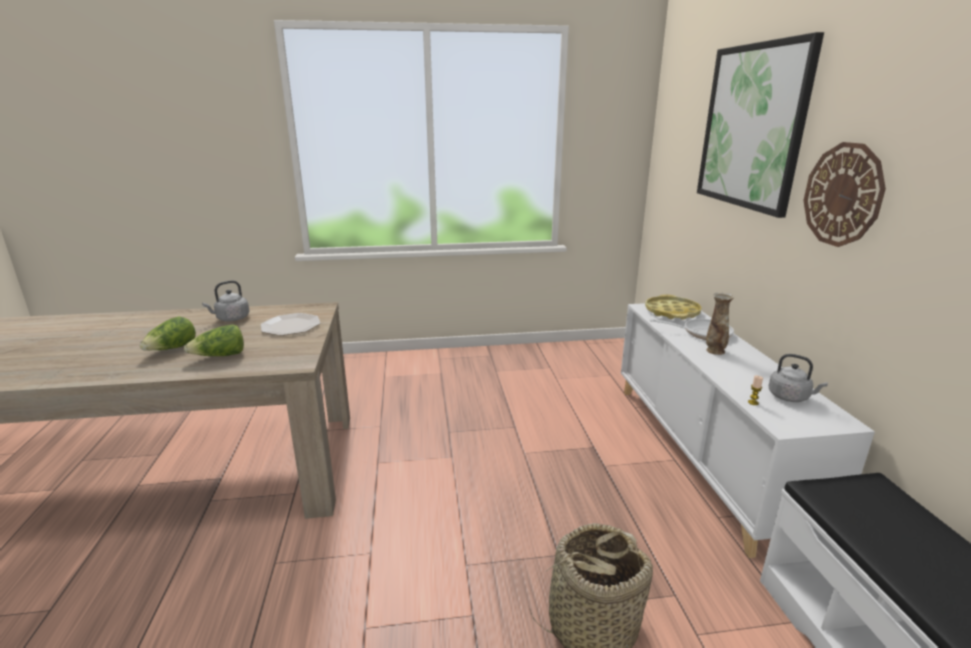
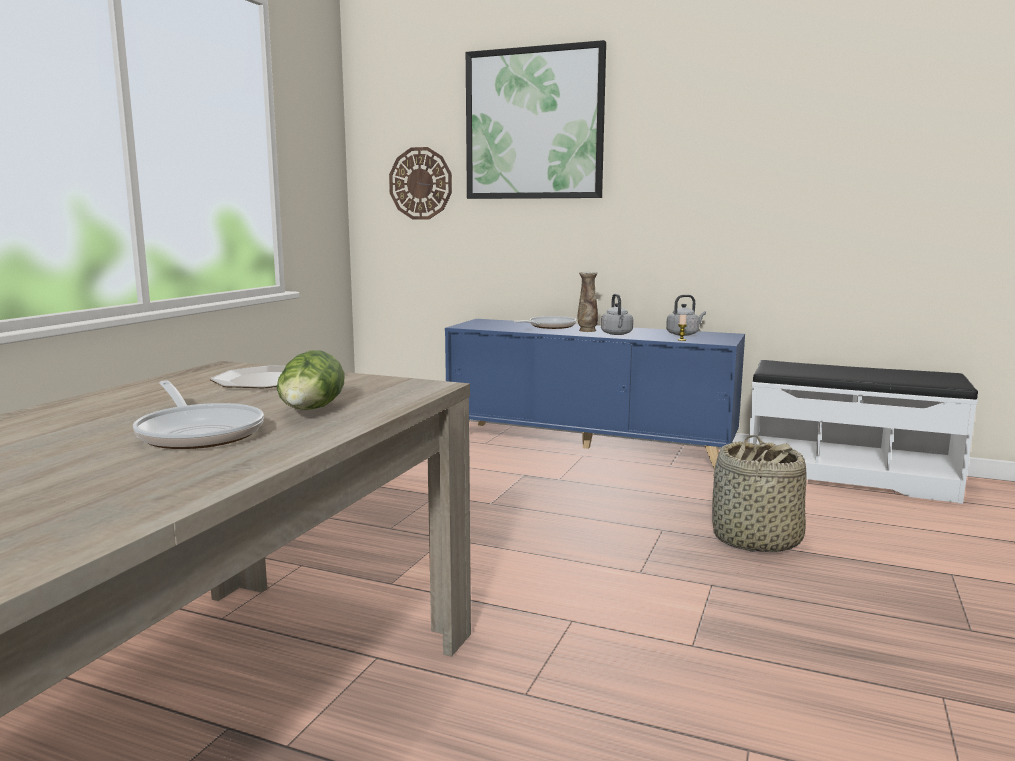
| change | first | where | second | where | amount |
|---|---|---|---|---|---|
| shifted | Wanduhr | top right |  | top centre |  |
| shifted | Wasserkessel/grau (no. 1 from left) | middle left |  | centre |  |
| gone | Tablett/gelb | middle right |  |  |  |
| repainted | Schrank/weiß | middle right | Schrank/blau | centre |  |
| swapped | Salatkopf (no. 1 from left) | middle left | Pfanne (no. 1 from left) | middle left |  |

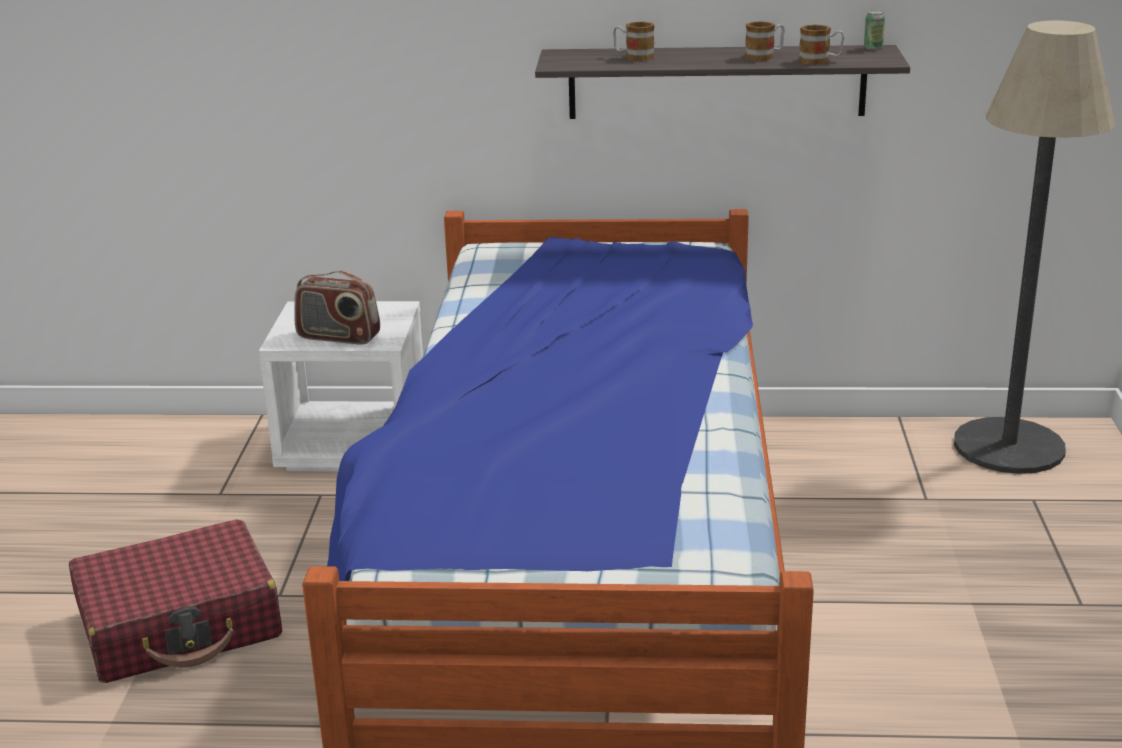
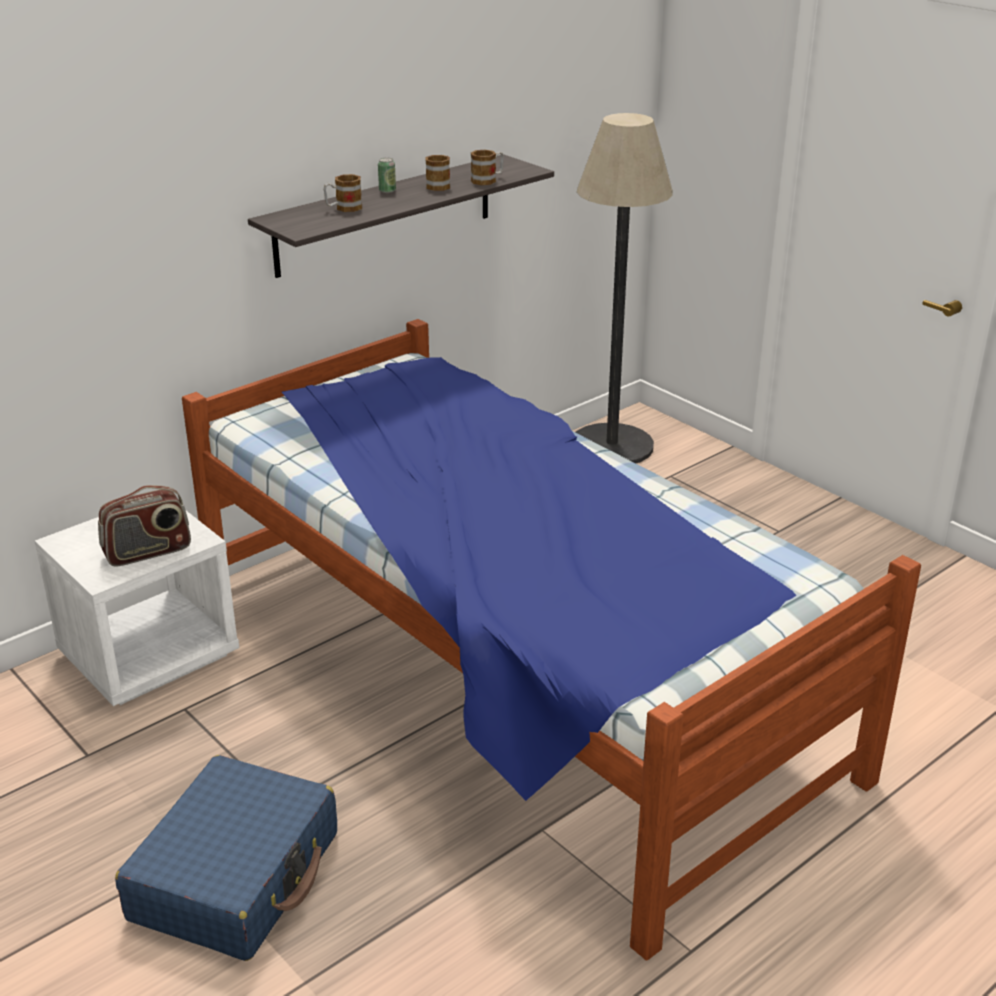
| change | first | where | second | where | amount |
|---|---|---|---|---|---|
| shifted | Dose | top right |  | top centre |  |
| repainted | Koffer/rot | bottom left | Koffer/blau | bottom left |  |

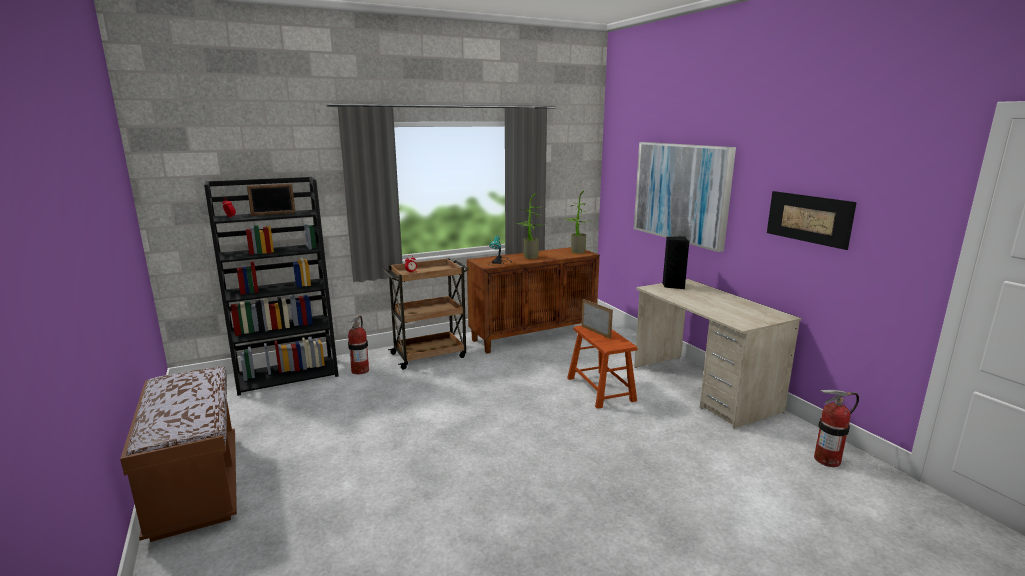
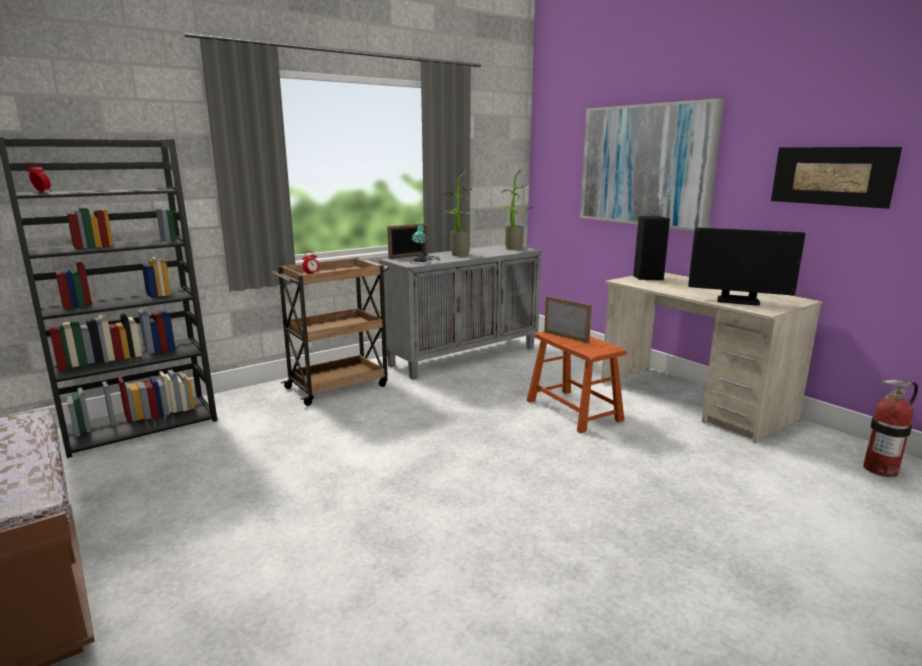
| change | first | where | second | where | amount |
|---|---|---|---|---|---|
| shifted | Bilderrahmen (no. 1 from left) | middle left |  | centre |  |
| repainted | Schrank/braun | centre | Schrank/grau | centre |  |
| gone | Feuerlöscher (no. 1 from left) | centre |  |  |  |
| new |  |  | Monitor | middle right |  |

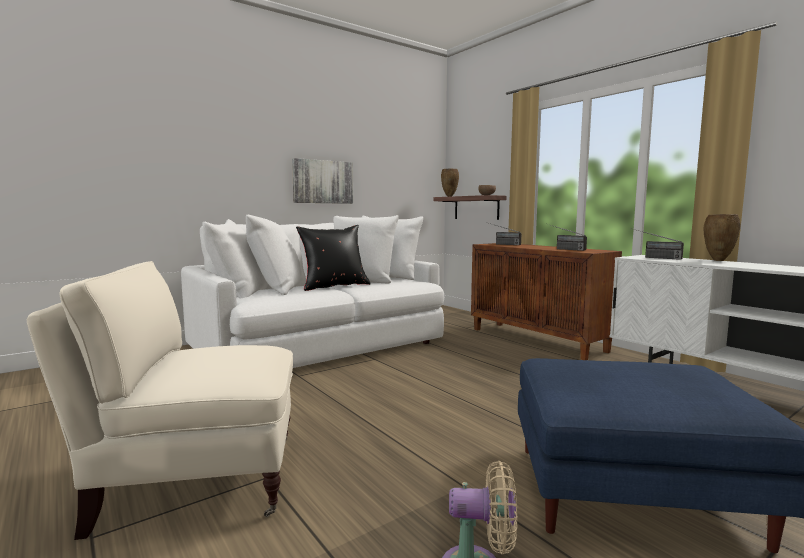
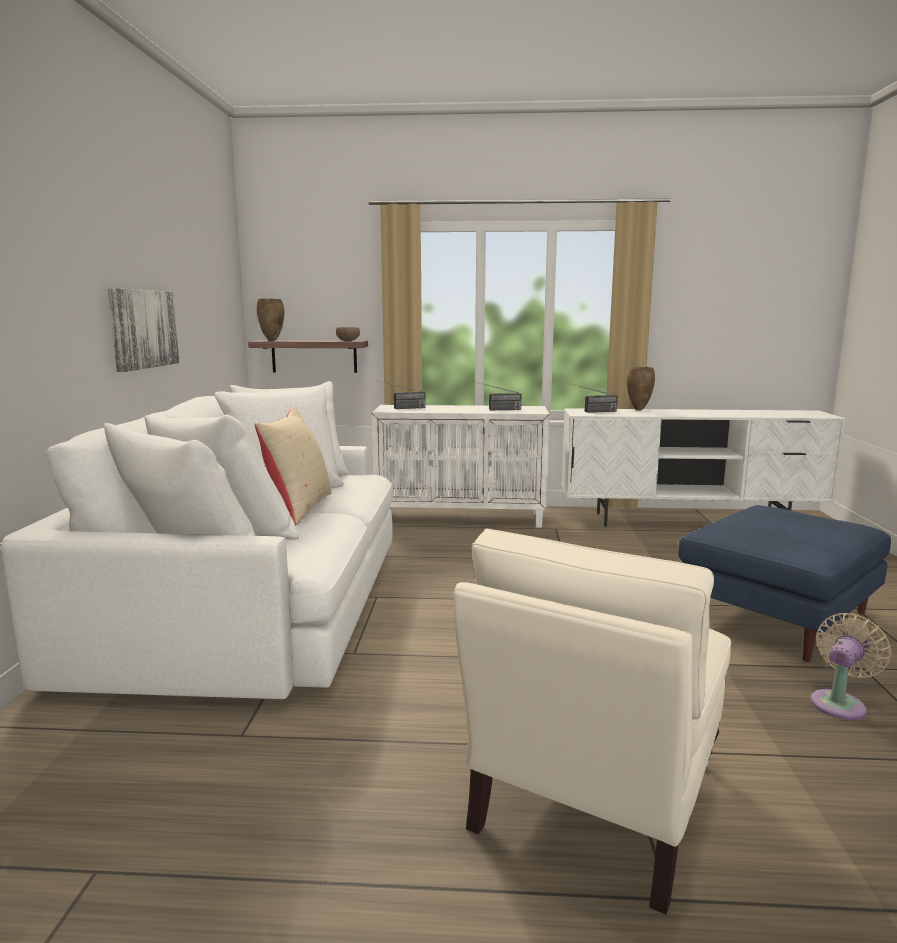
| change | first | where | second | where | amount |
|---|---|---|---|---|---|
| repainted | Kissen/schwarz | centre | Kissen/beige | middle left |  |
| repainted | Schrank/braun | middle right | Schrank/weiß | centre |  |

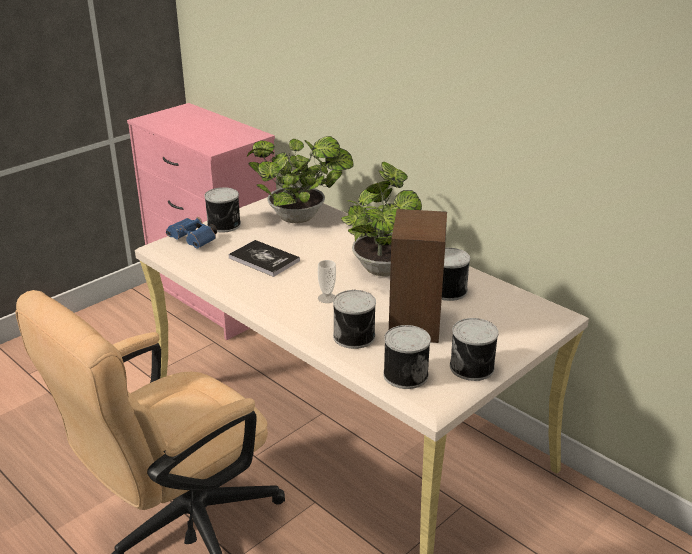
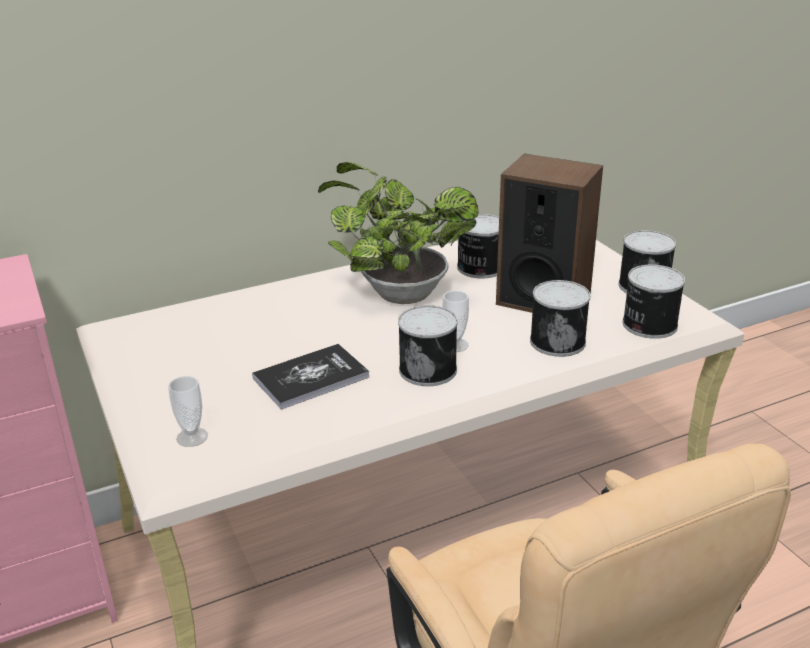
| change | first | where | second | where | amount |
|---|---|---|---|---|---|
| gone | Topfpflanze (no. 1 from left) | top centre |  |  |  |
| shifted | Dose (no. 1 from left) | middle left |  | centre |  |
| swapped | Fernglas/blau | middle left | Tasse (no. 1 from left) | middle left |  |

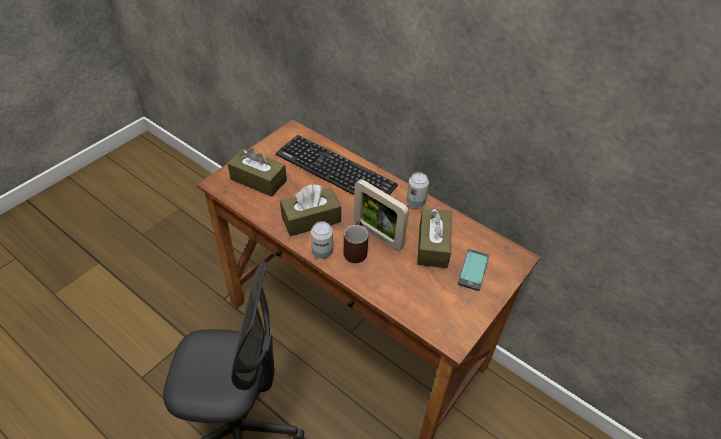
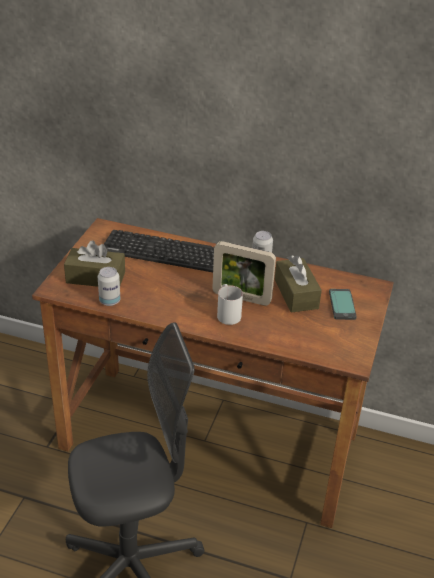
| change | first | where | second | where | amount |
|---|---|---|---|---|---|
| gone | Taschentuchbox/braun (no. 2 from left) | centre |  |  |  |
| shifted | Dose (no. 1 from left) | centre |  | middle left |  |
| repainted | Henkelbecher/braun | centre | Henkelbecher/weiß | centre |  |

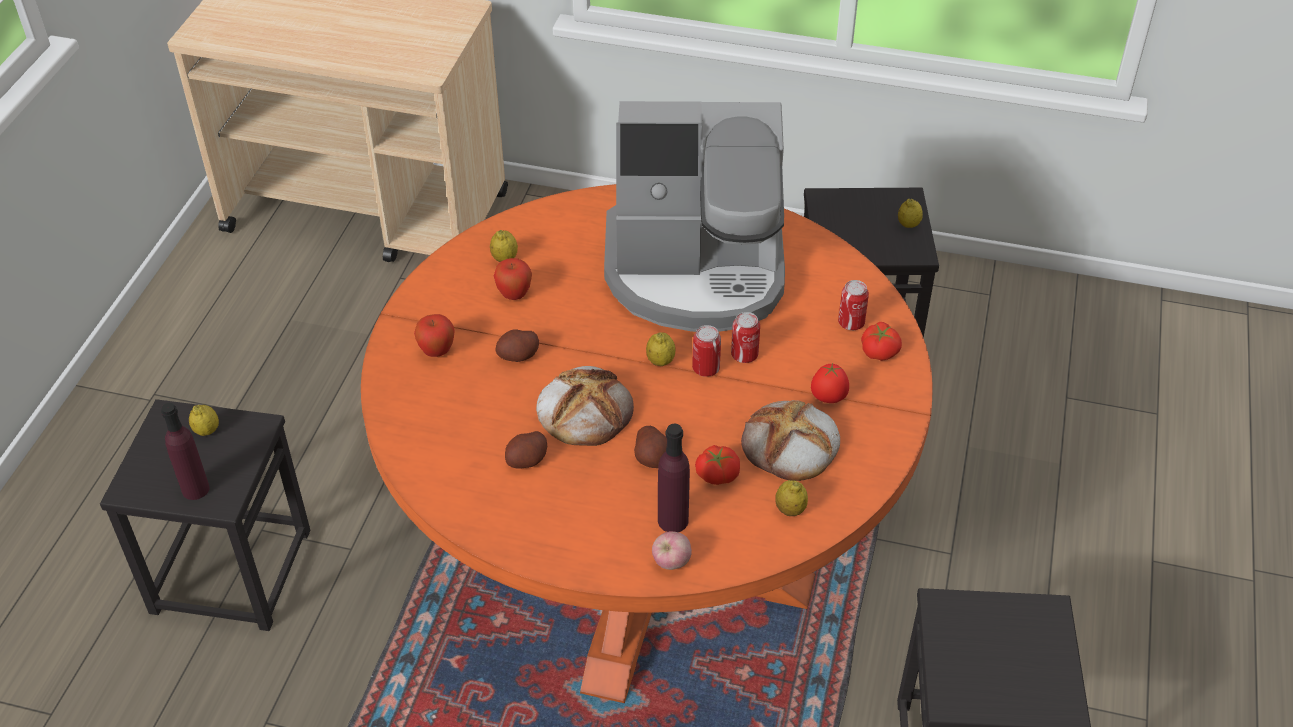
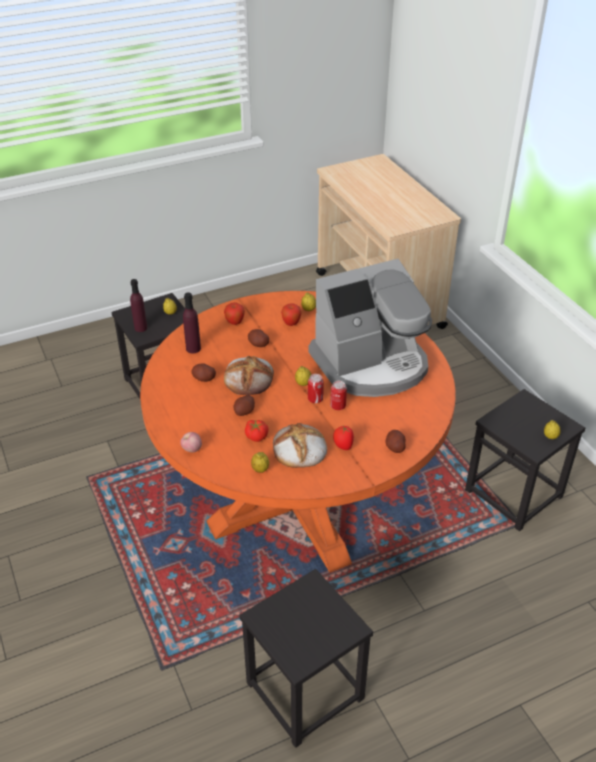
| change | first | where | second | where | amount |
|---|---|---|---|---|---|
| rotated | Kaffeemaschine | top centre |  | centre | 75 degrees counterclockwise |
| gone | Dose (no. 3 from left) | centre |  |  |  |
| swapped | Tomate (no. 3 from left) | middle right | Kartoffel (no. 4 from left) | centre |  |
| shifted | Flasche/lila (no. 2 from left) | centre |  | middle left |  |

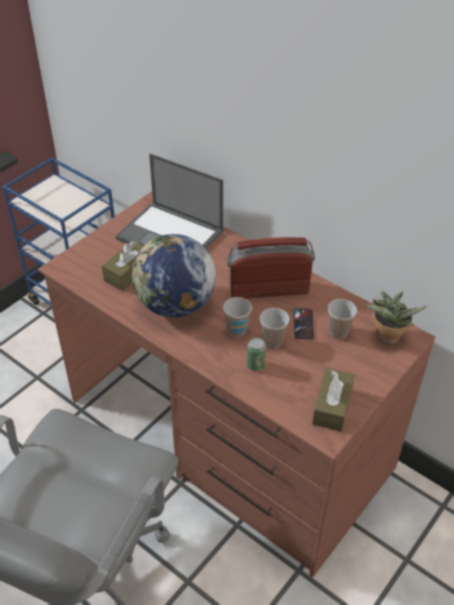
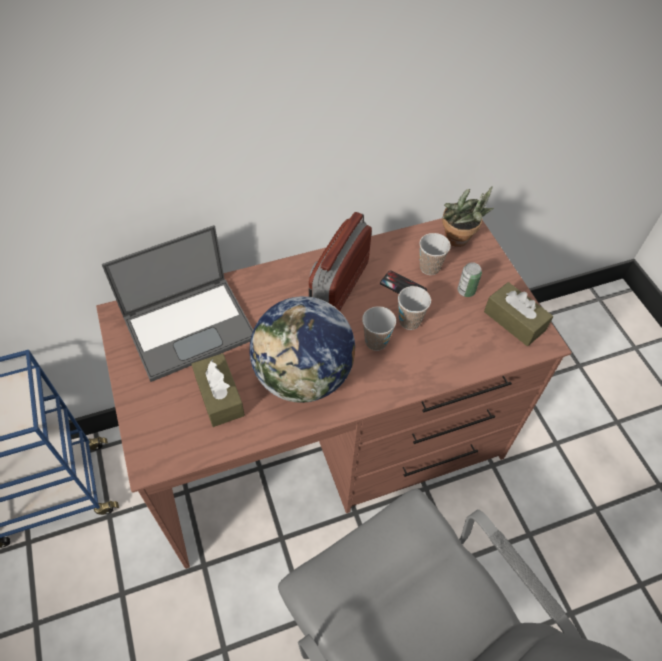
| change | first | where | second | where | amount |
|---|---|---|---|---|---|
| shifted | Dose | centre |  | middle right |  |

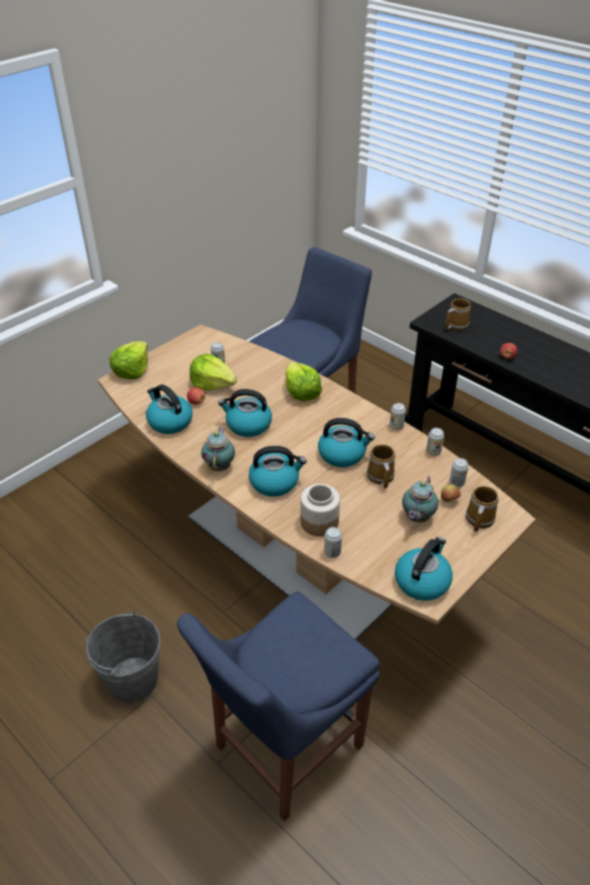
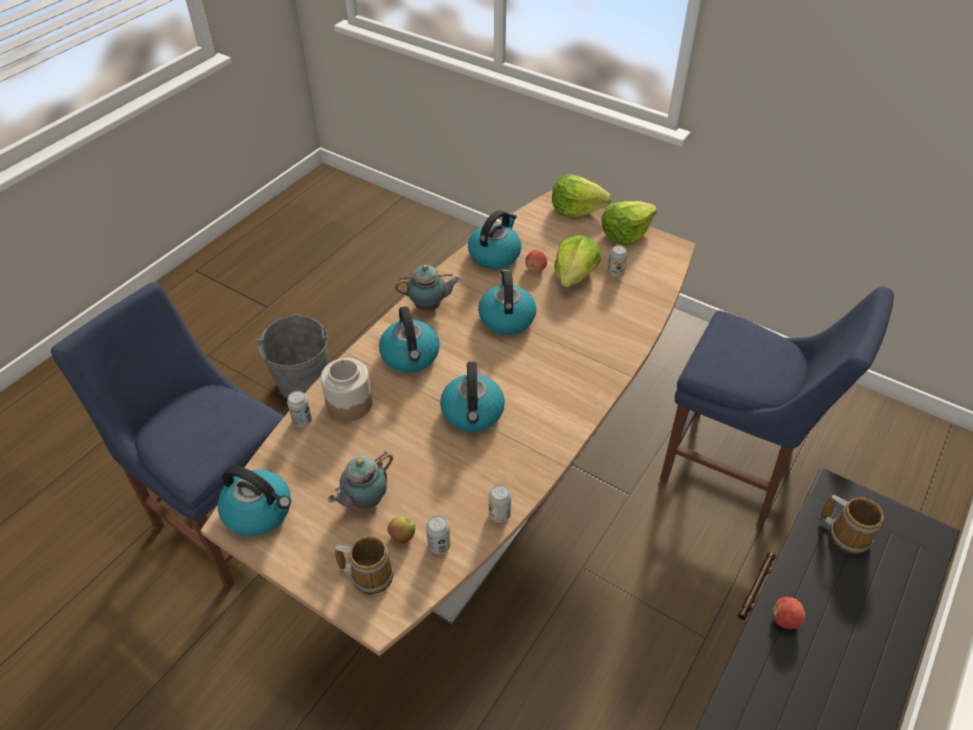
| change | first | where | second | where | amount |
|---|---|---|---|---|---|
| shifted | Salatkopf (no. 3 from left) | centre |  | top centre |  |
| gone | Dose (no. 3 from left) | middle right |  |  |  |
| gone | Henkelbecher (no. 1 from left) | centre |  |  |  |
| rotated | Teekanne (no. 2 from left in the first image) | middle right | Teekanne (no. 1 from left) | centre | 60 degrees counterclockwise |

